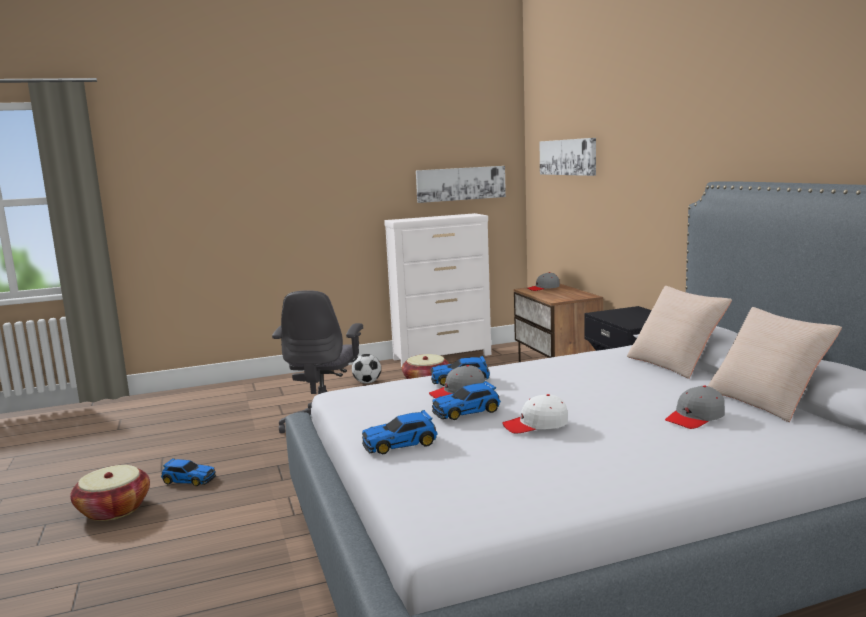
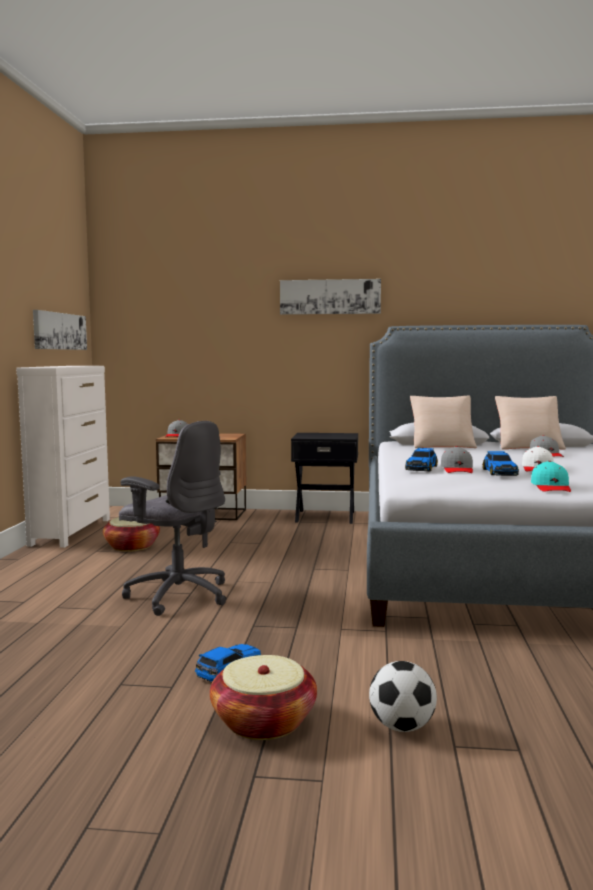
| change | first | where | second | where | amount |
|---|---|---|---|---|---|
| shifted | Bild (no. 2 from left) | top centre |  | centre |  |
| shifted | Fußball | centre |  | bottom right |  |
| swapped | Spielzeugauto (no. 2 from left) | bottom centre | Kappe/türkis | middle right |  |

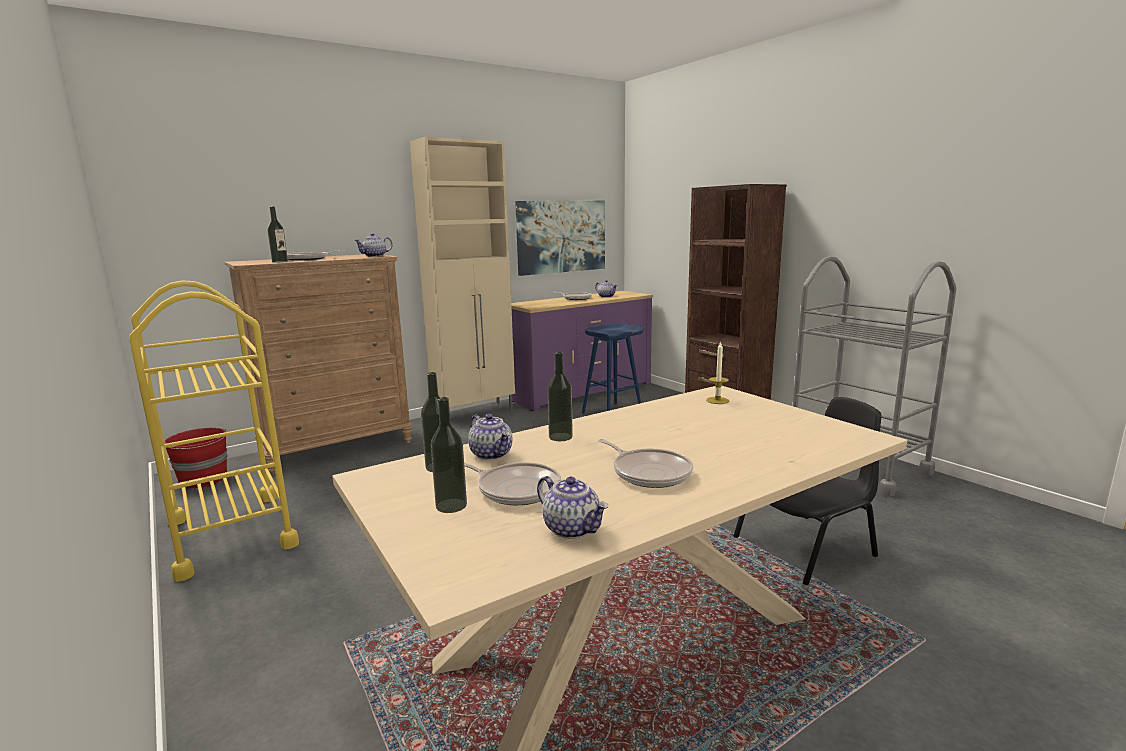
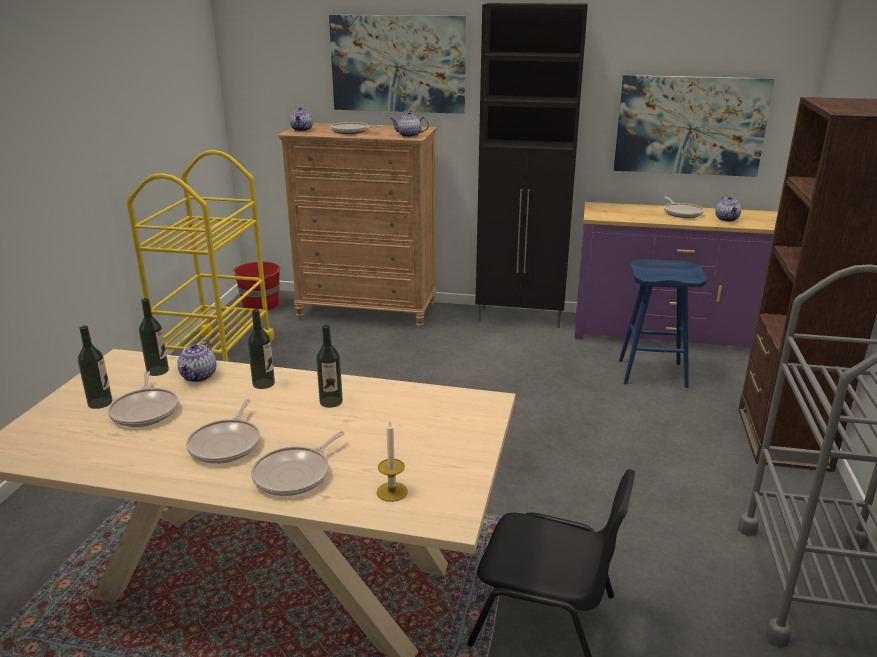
| change | first | where | second | where | amount |
|---|---|---|---|---|---|
| repainted | Schrank/beige | centre | Schrank/schwarz | top centre |  |
| shifted | Flasche (no. 1 from left in the first image) | top left | Flasche (no. 4 from left) | centre |  |
| shifted | Kerze | centre |  | bottom centre |  |
| shifted | Teekanne (no. 3 from left in the first image) | bottom centre | Teekanne (no. 2 from left) | top centre |  |
| new |  |  | Bild (no. 1 from left) | top centre |  |
| new |  |  | Pfanne (no. 3 from left) | bottom centre |  |

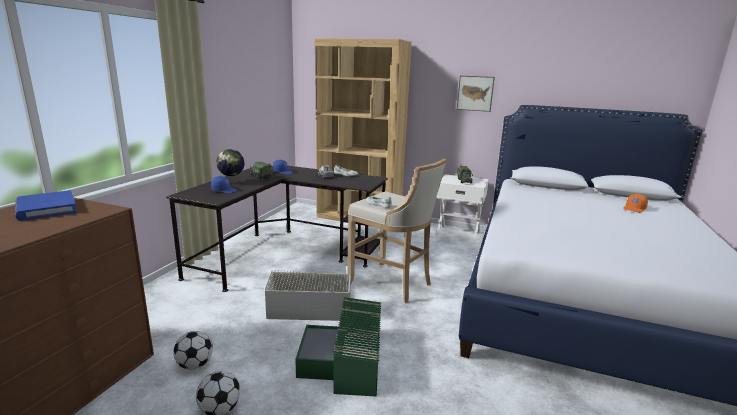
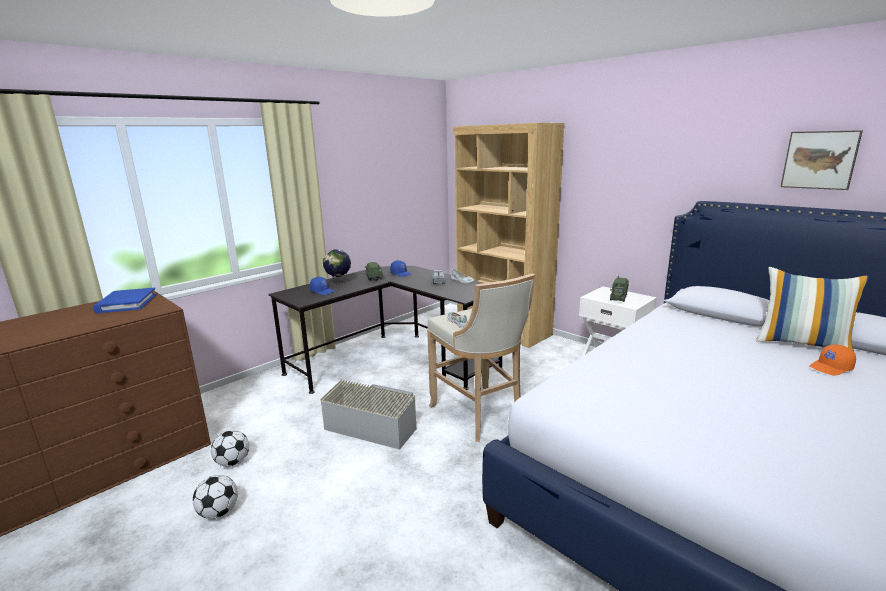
| change | first | where | second | where | amount |
|---|---|---|---|---|---|
| shifted | Bild | top centre |  | top right |  |
| gone | Aufbewahrungsbox/grün | bottom centre |  |  |  |
| new |  |  | Kissen | middle right |  |

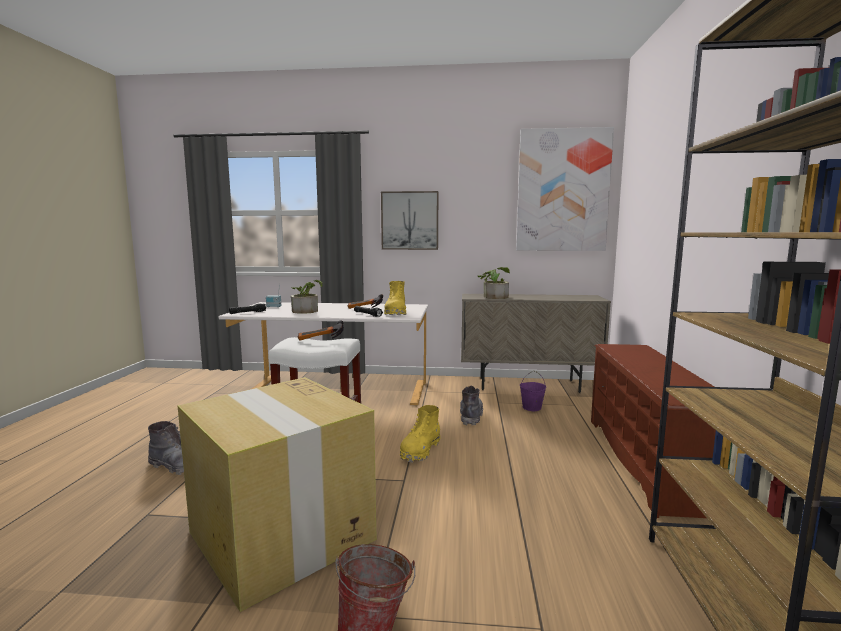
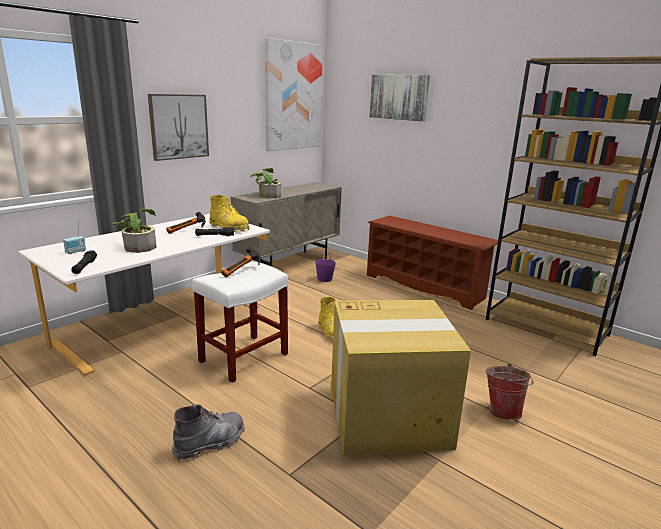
| change | first | where | second | where | amount |
|---|---|---|---|---|---|
| gone | Stiefel/grau (no. 2 from left) | centre |  |  |  |
| new |  |  | Bild (no. 3 from left) | top centre |  |

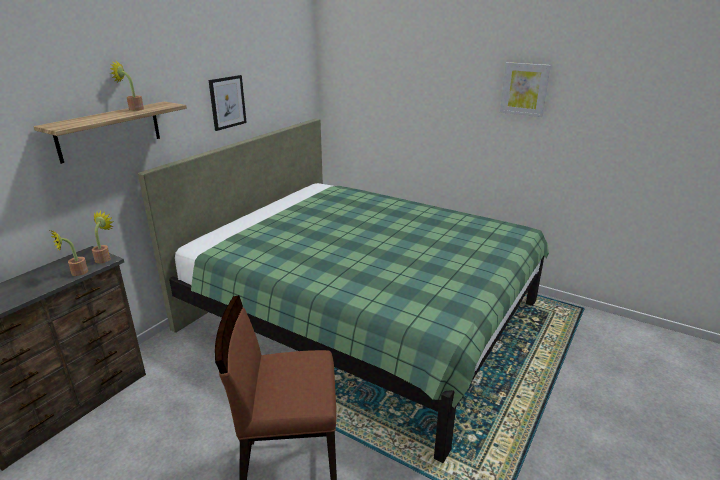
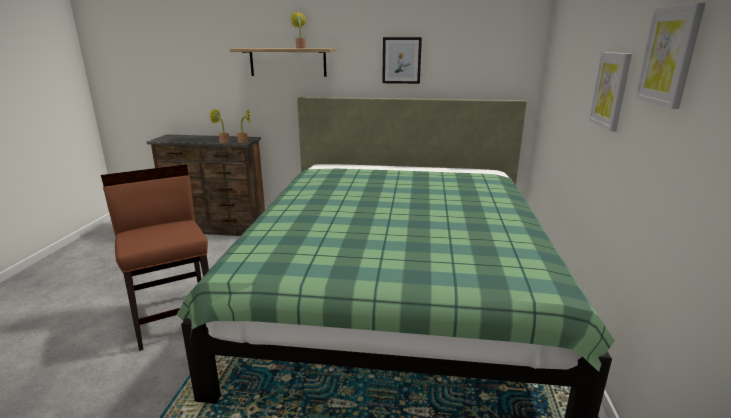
| change | first | where | second | where | amount |
|---|---|---|---|---|---|
| new |  |  | Bild (no. 2 from left) | top right |  |

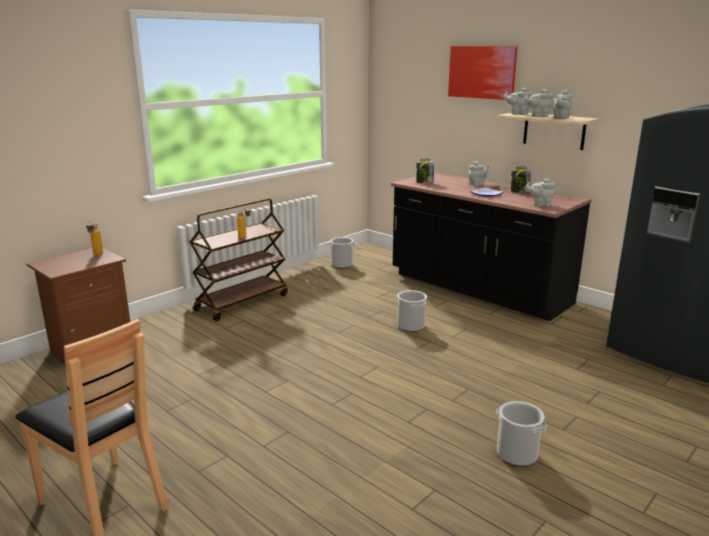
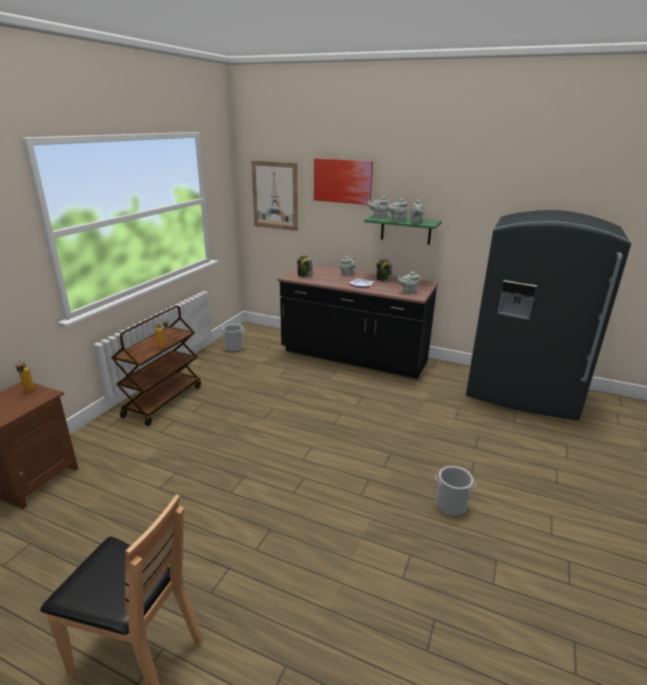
| change | first | where | second | where | amount |
|---|---|---|---|---|---|
| repainted | Wandregal/beige | top right | Wandregal/grün | centre |  |
| gone | Eimer (no. 2 from left) | centre |  |  |  |
| new |  |  | Bild (no. 1 from left) | top centre |  |

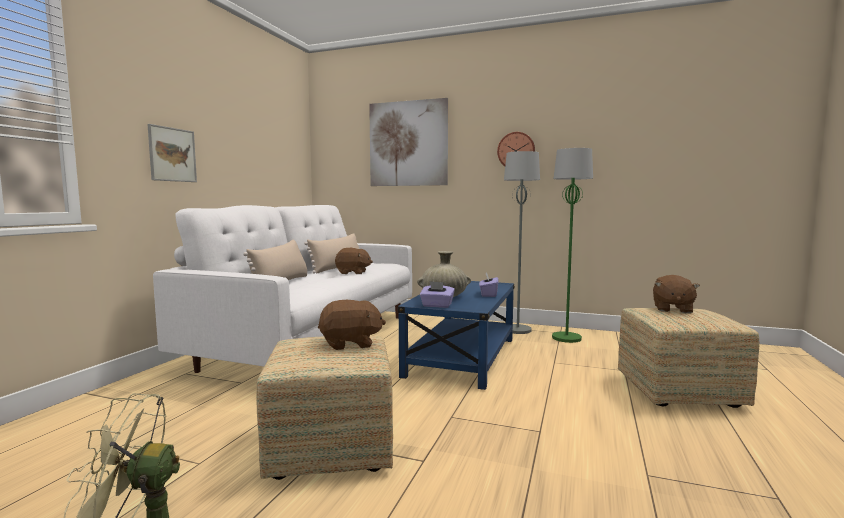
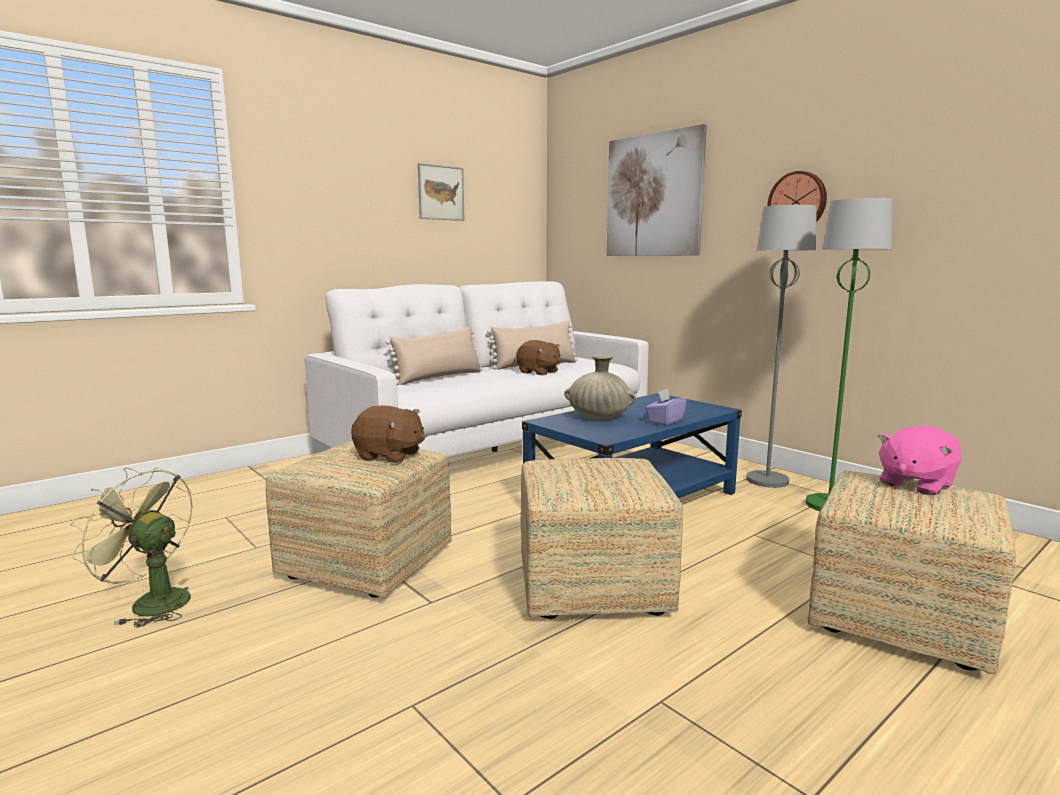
| change | first | where | second | where | amount |
|---|---|---|---|---|---|
| shifted | Bild (no. 1 from left) | top left |  | top centre |  |
| repainted | Plüschtier/braun (no. 3 from left) | middle right | Plüschtier/rosa | middle right |  |
| gone | Taschentuchbox/lila (no. 1 from left) | centre |  |  |  |
| new |  |  | Polsterhocker (no. 2 from left) | bottom centre |  |

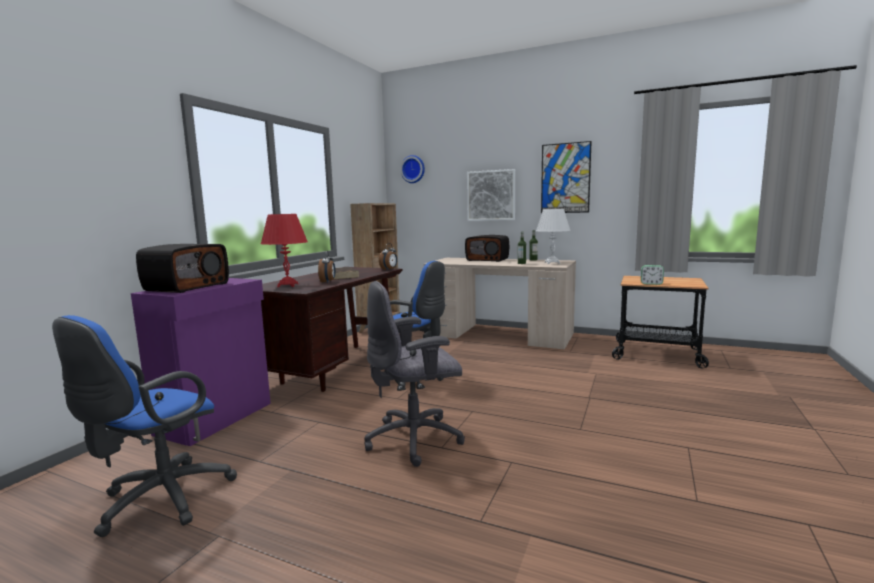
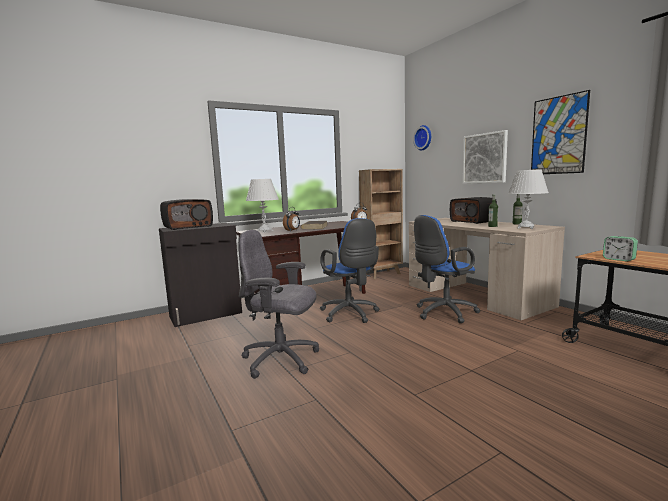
| change | first | where | second | where | amount |
|---|---|---|---|---|---|
| repainted | Tischlampe/rot | middle left | Tischlampe/weiß (no. 1 from left) | centre |  |
| repainted | Schrank/lila | middle left | Schrank/schwarz | middle left |  |
| shifted | Bürostuhl/blau (no. 1 from left in the first image) | bottom left | Bürostuhl/blau (no. 2 from left) | middle right |  |

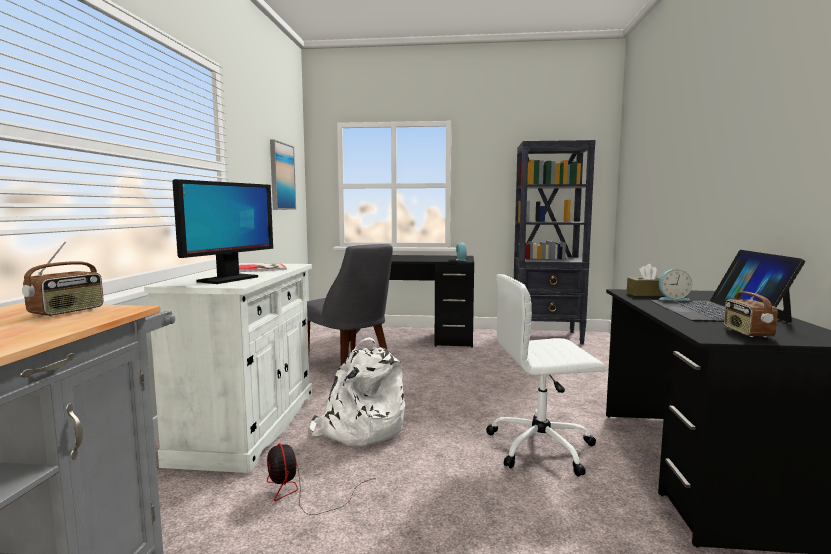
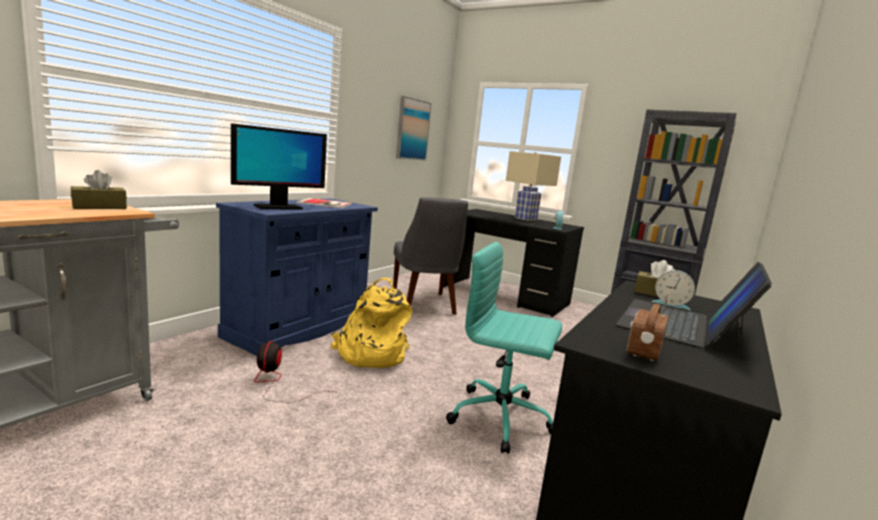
| change | first | where | second | where | amount |
|---|---|---|---|---|---|
| swapped | Radio (no. 1 from left) | middle left | Taschentuchbox/braun (no. 1 from left) | middle left |  |
| repainted | Schrank/weiß | middle left | Schrank/blau | centre |  |
| repainted | Bürostuhl/weiß | bottom centre | Bürostuhl/türkis | bottom centre |  |
| repainted | Rucksack/weiß | bottom centre | Rucksack/gelb | centre |  |
| new |  |  | Tischlampe/beige | centre |  |

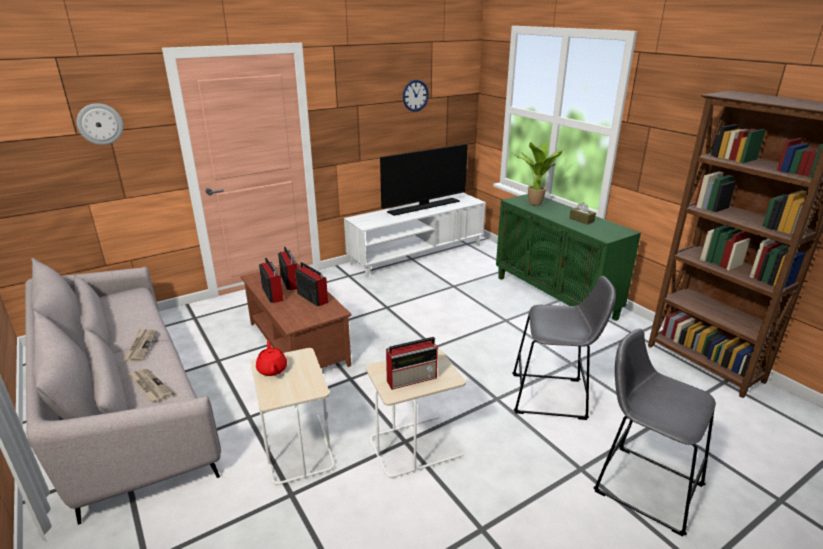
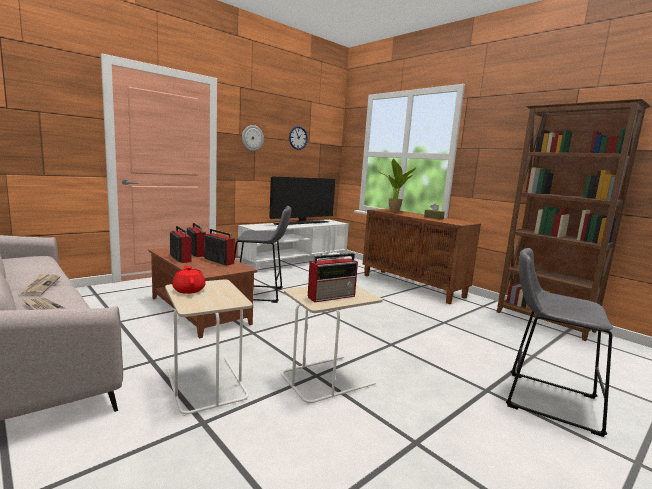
| change | first | where | second | where | amount |
|---|---|---|---|---|---|
| shifted | Wanduhr (no. 1 from left) | top left |  | top centre |  |
| repainted | Schrank/grün | middle right | Schrank/braun | centre |  |
| shifted | Hocker/grau (no. 1 from left) | middle right |  | centre |  |

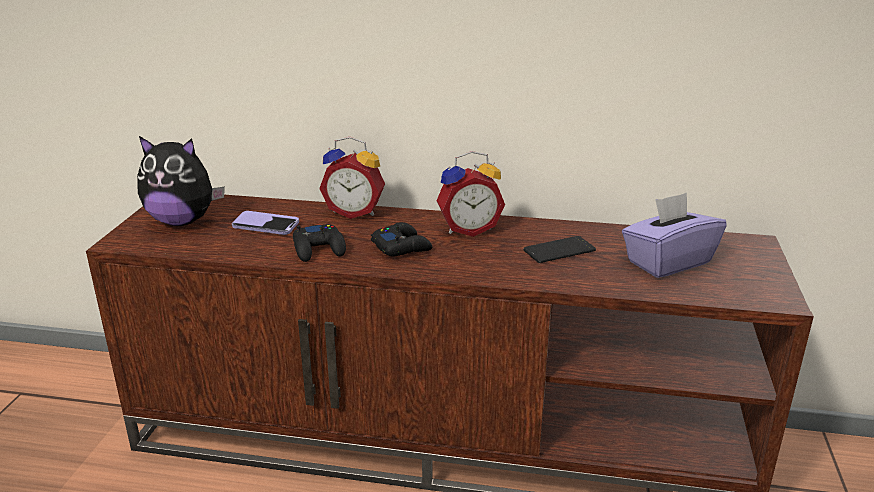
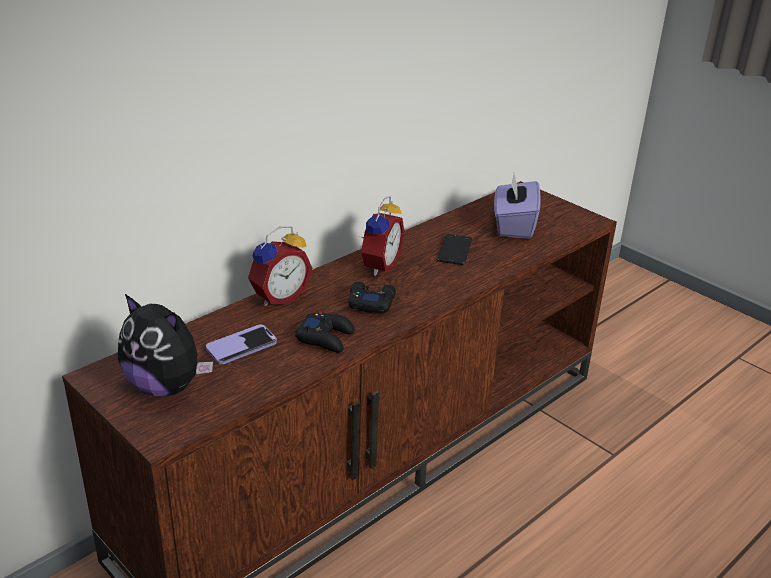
| change | first | where | second | where | amount |
|---|---|---|---|---|---|
| rotated | Plüschtier | middle left |  | middle left | 75 degrees clockwise |

